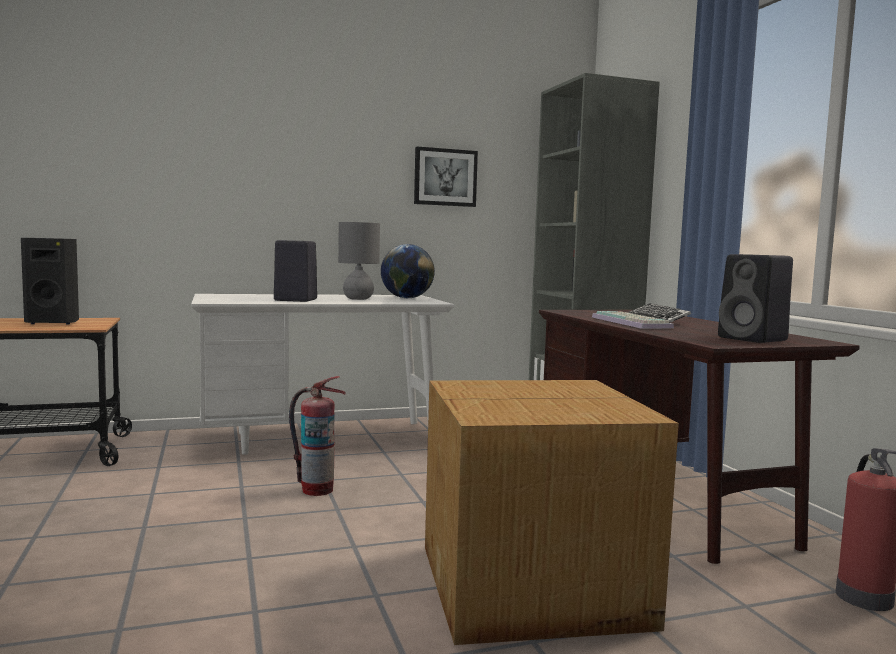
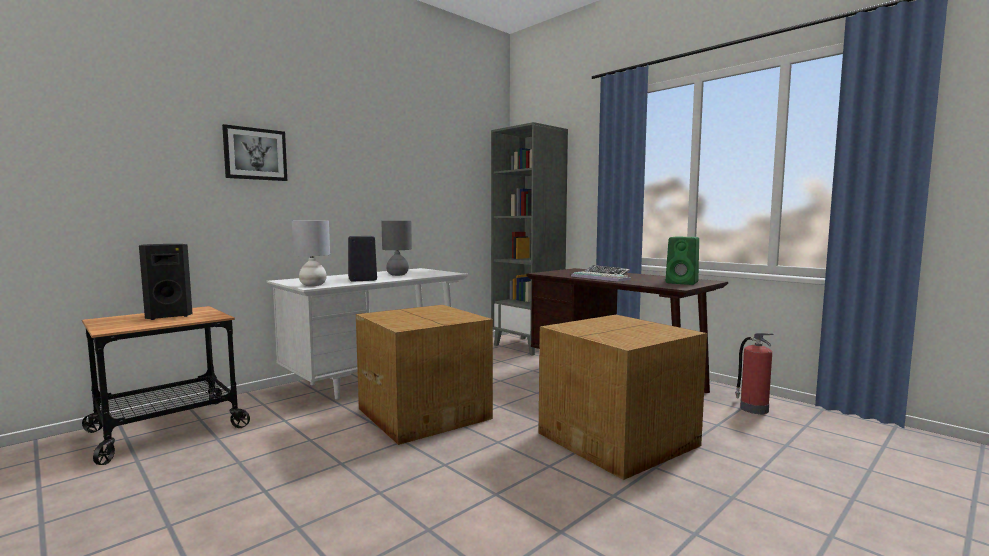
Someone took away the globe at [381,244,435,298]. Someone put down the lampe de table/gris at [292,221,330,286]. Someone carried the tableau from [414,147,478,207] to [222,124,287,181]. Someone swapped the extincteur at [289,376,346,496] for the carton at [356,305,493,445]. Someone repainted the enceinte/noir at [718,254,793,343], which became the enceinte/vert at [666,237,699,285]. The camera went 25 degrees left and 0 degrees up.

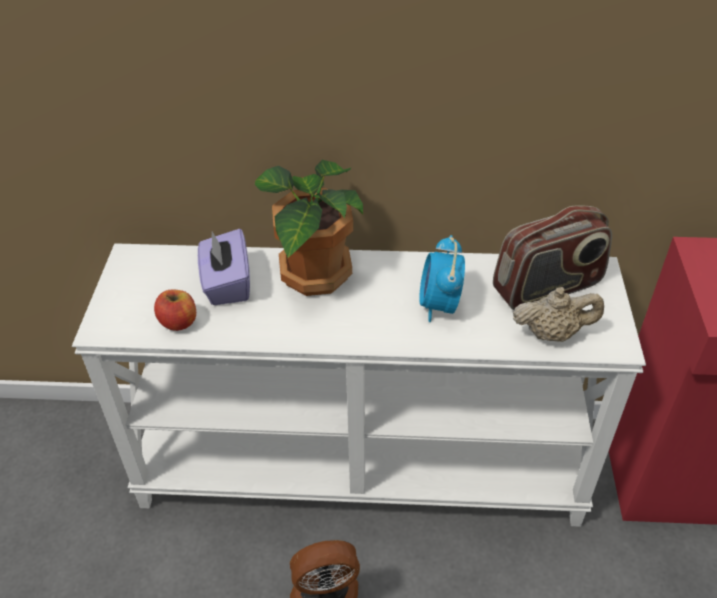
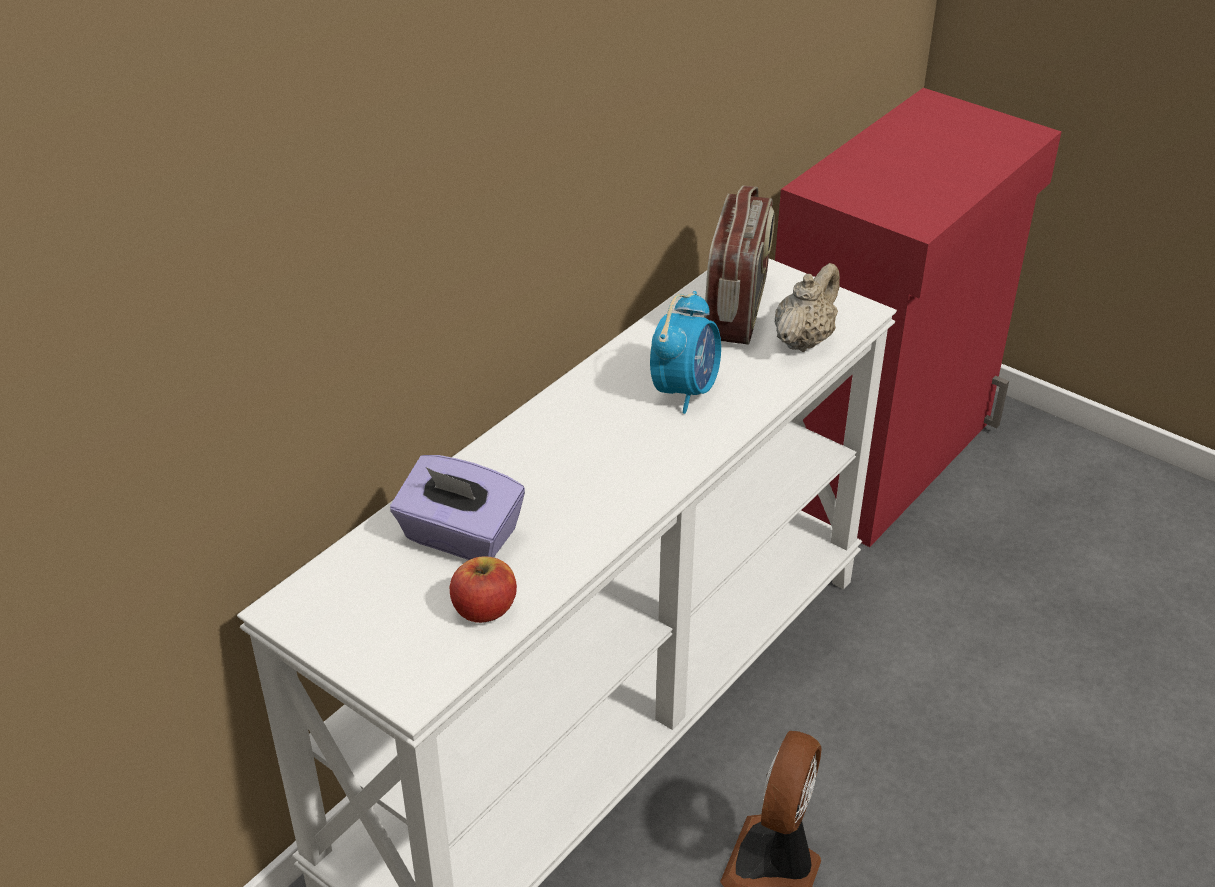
Someone took away the plante en pot at [255,160,363,296]. Someone rotated the réveil at [419,235,465,322] by 105 degrees counterclockwise. The camera went 55 degrees left and 5 degrees down.

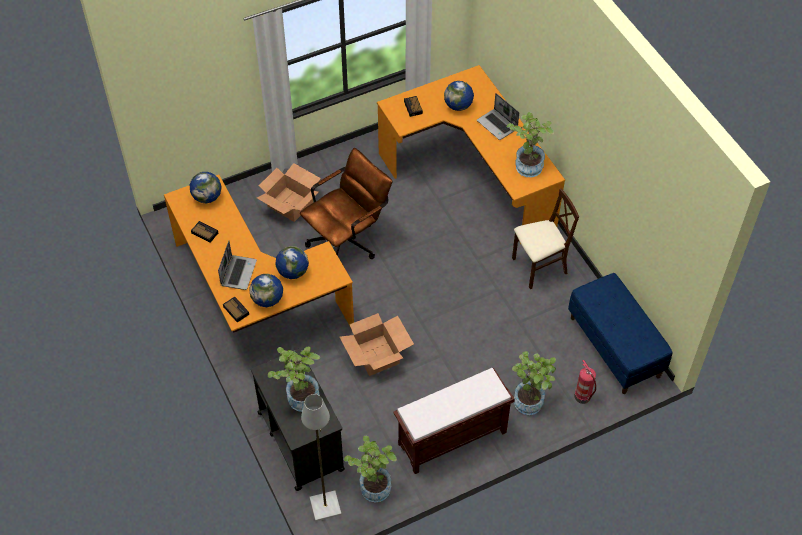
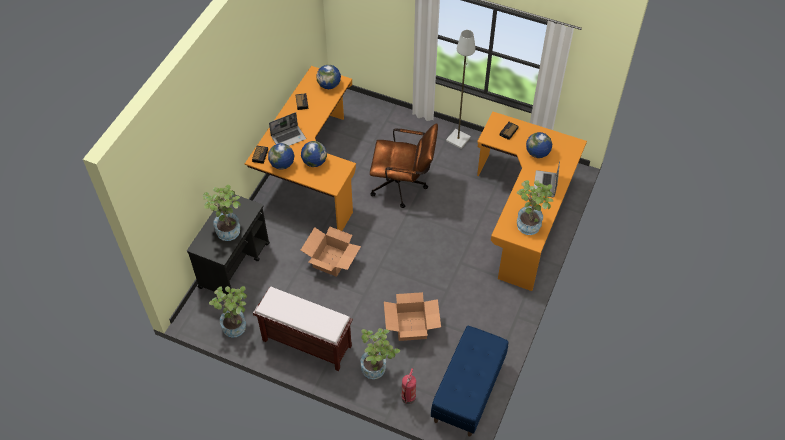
Someone took away the chaise/beige at [512,189,579,289]. Someone carried the carton from [257,163,321,222] to [384,292,441,341]. Someone carried the lampadaire/gris from [301,394,342,521] to [446,30,476,149]. The camera went 50 degrees right and 0 degrees up.

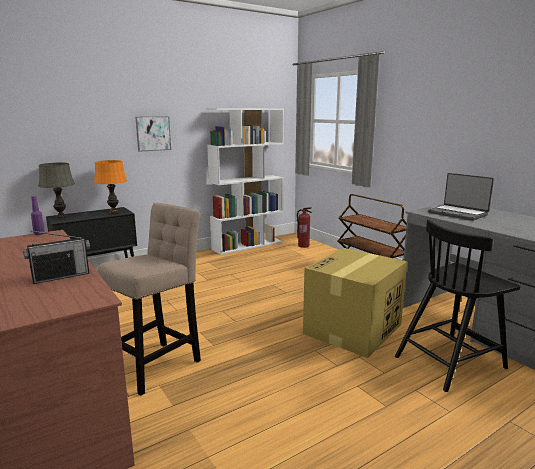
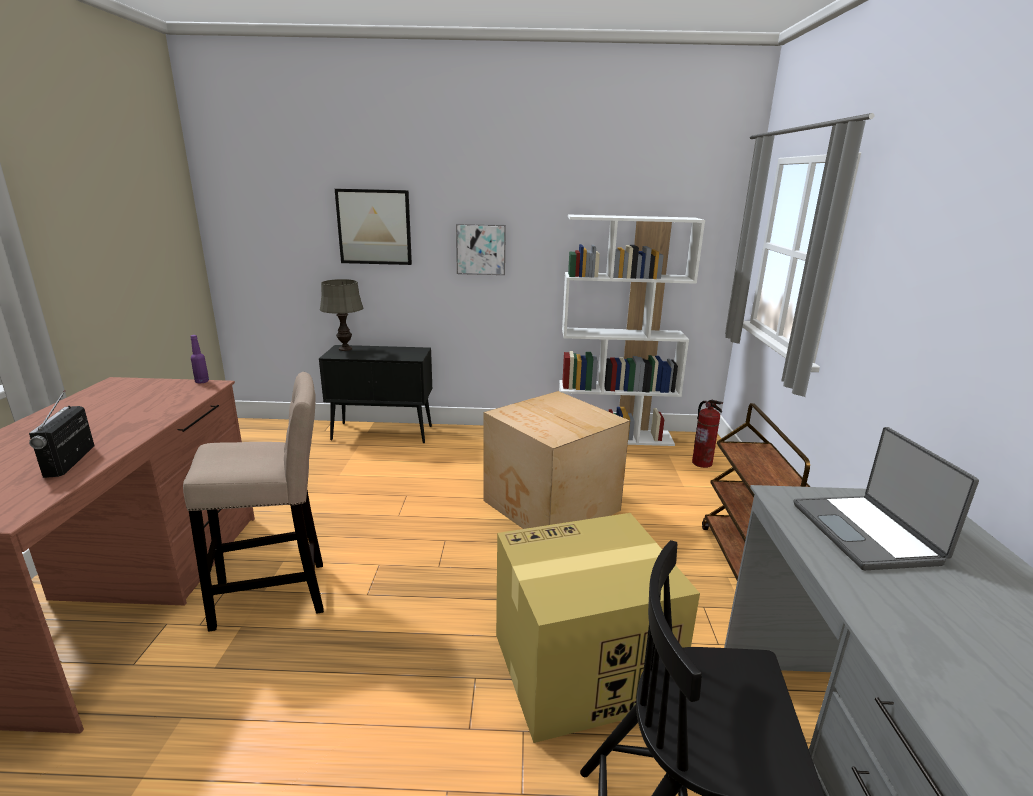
Someone took away the lampe de table/orange at [94,160,127,213]. Someone put up the tableau at [335,189,412,265]. Someone put down the carton at [484,391,630,529]. Someone rotated the radio at [23,231,90,284] by 75 degrees clockwise. The camera went 35 degrees right and 5 degrees up.

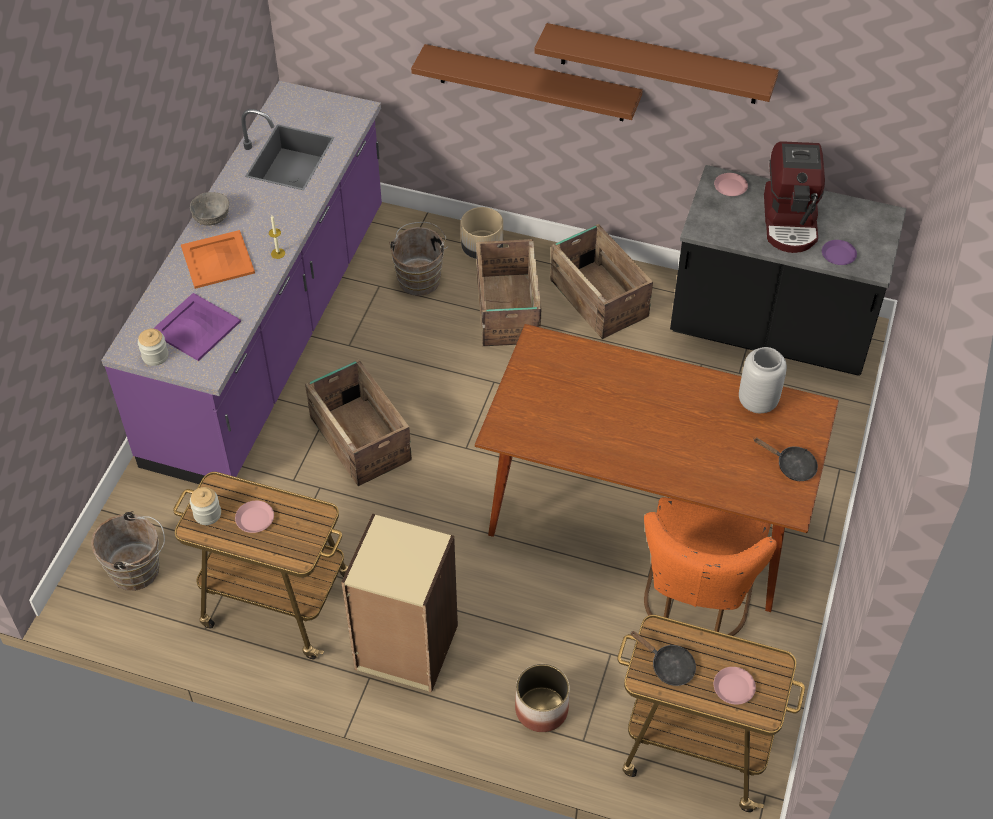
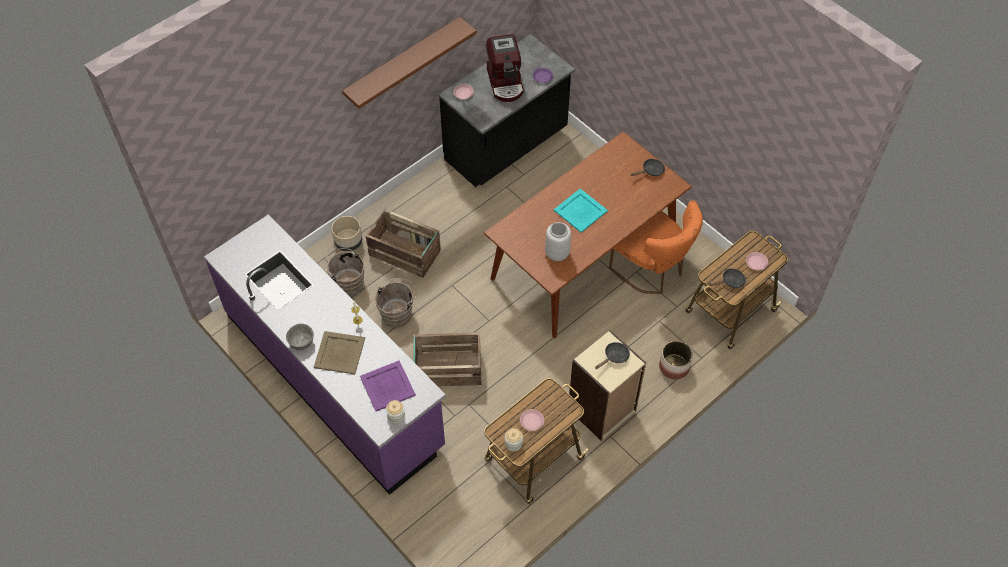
Someone took away the étagère/marron at [411,44,643,121]. Someone took away the caisse at [550,224,653,339]. Someone put down the plateau/turquoise at [554,189,608,233]. Someone put down the poêle/noir at [595,342,630,369]. Someone carried the seau/marron from [91,511,165,591] to [375,278,416,328]. Someone carried the vase/gris from [739,347,787,413] to [545,222,571,261]. Someone repainted the plateau/orange at [181,230,255,289], which became the plateau/beige at [314,331,365,374]. Someone rotated the machine à café at [764,141,825,253] by 45 degrees clockwise. The camera went 60 degrees left and 5 degrees up.

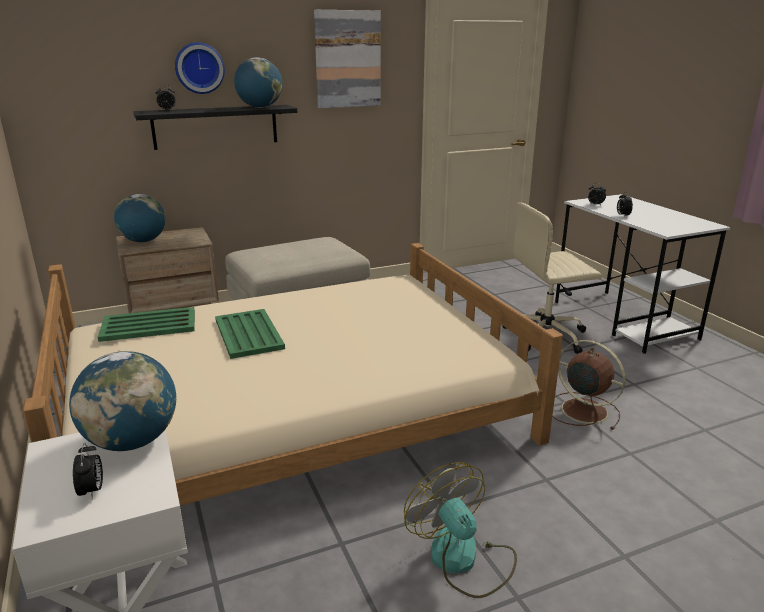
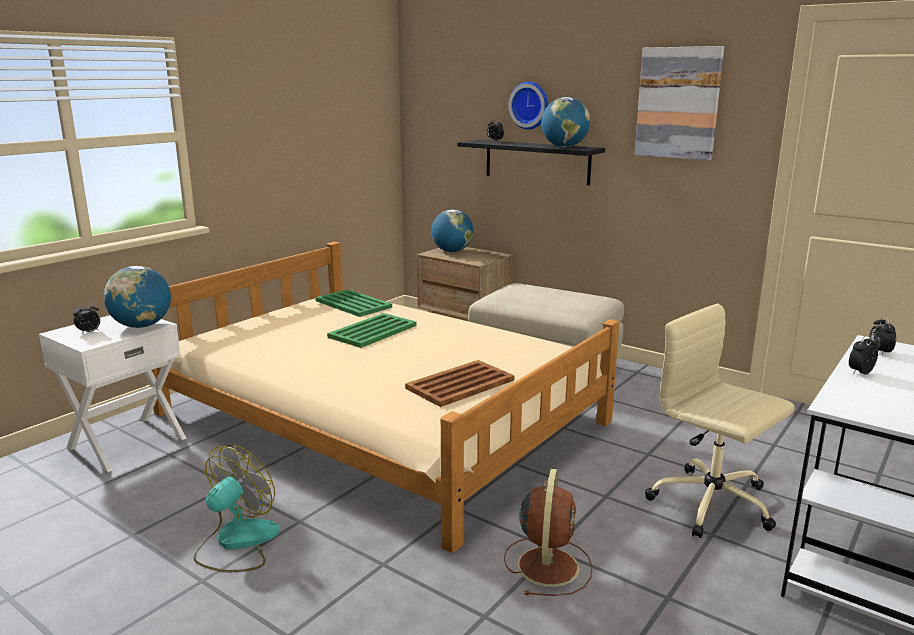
Someone put down the plateau/marron at [405,360,515,407]. The camera went 60 degrees right and 5 degrees down.

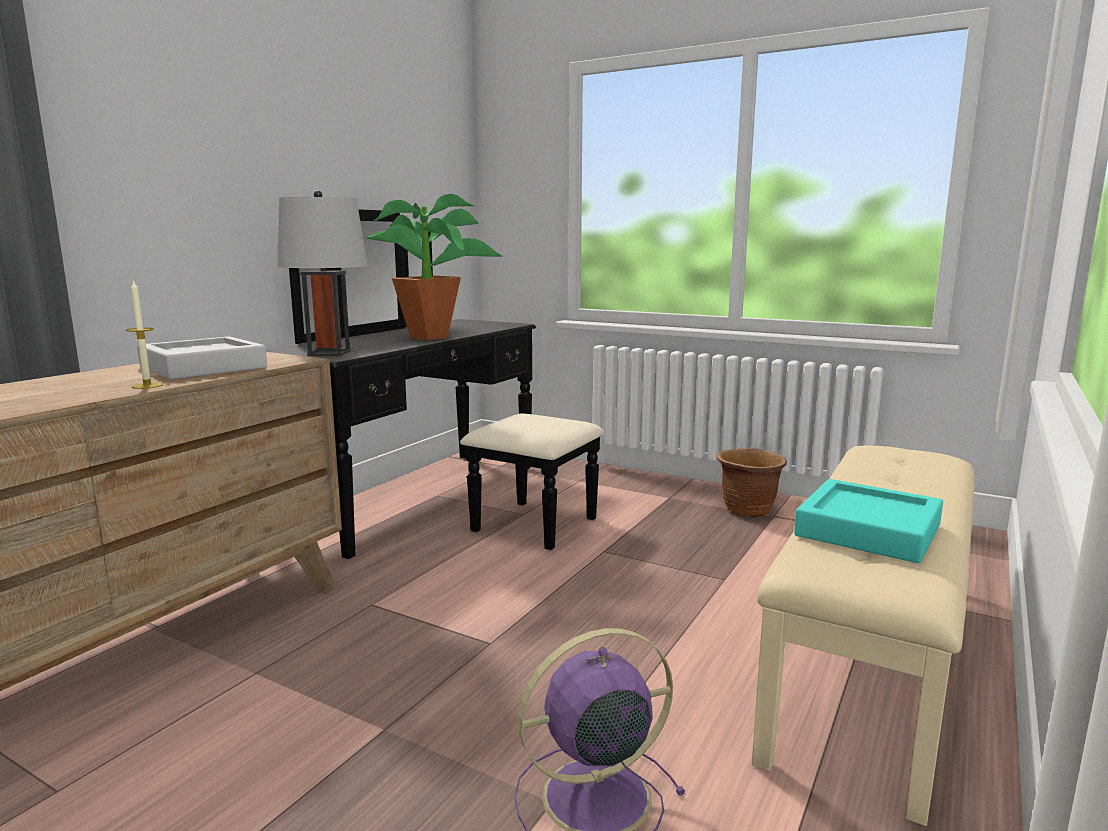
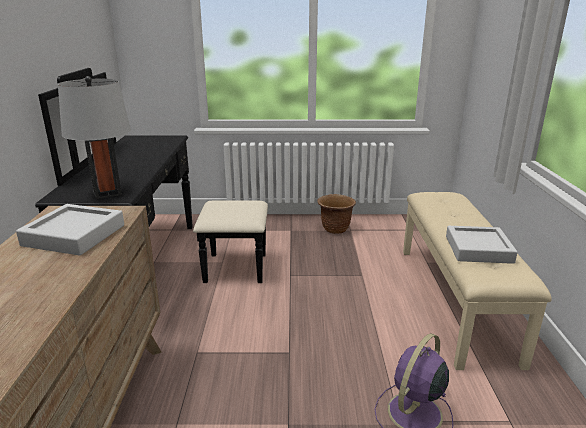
Someone took away the bougie at [126,280,163,389]. Someone took away the plante en pot at [367,194,503,340]. Someone repainted the plateau/turquoise at [794,479,943,563], which became the plateau/gris at [446,226,518,264]. The camera went 30 degrees left and 10 degrees up.

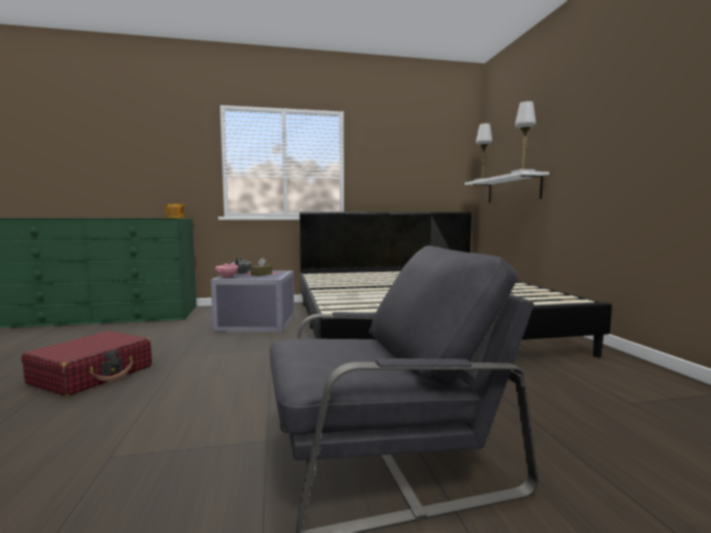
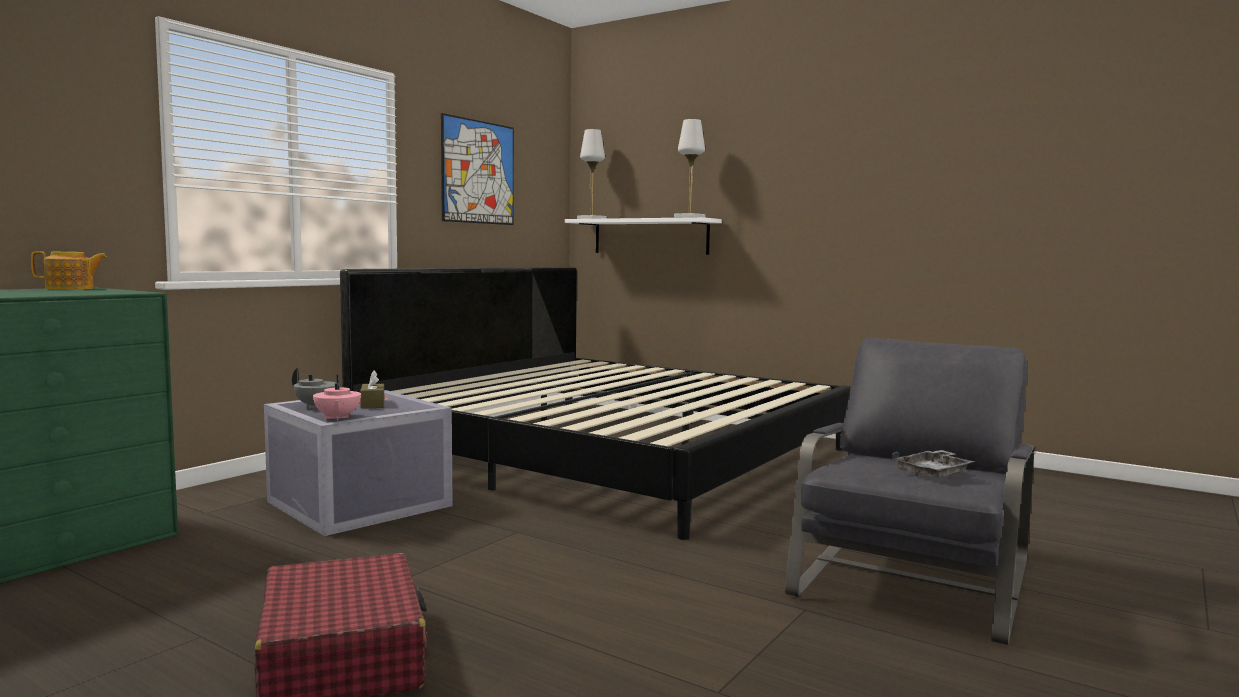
Someone put up the tableau at [441,113,514,225]. Someone put down the plateau/gris at [892,450,976,478]. The camera went 45 degrees left and 0 degrees up.

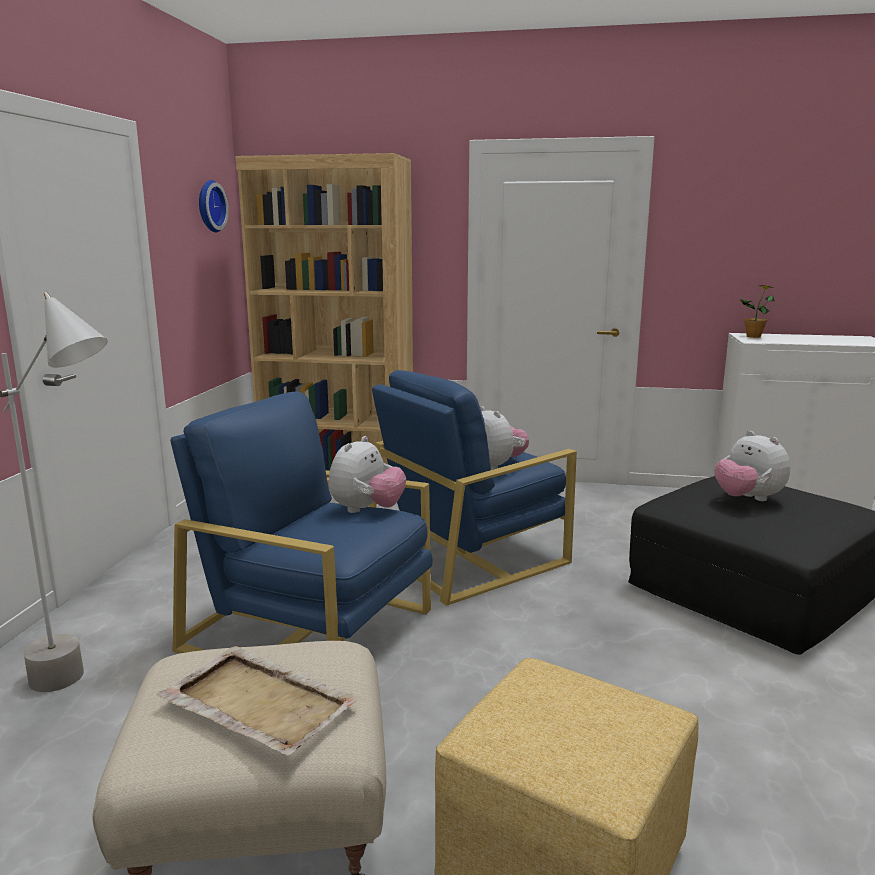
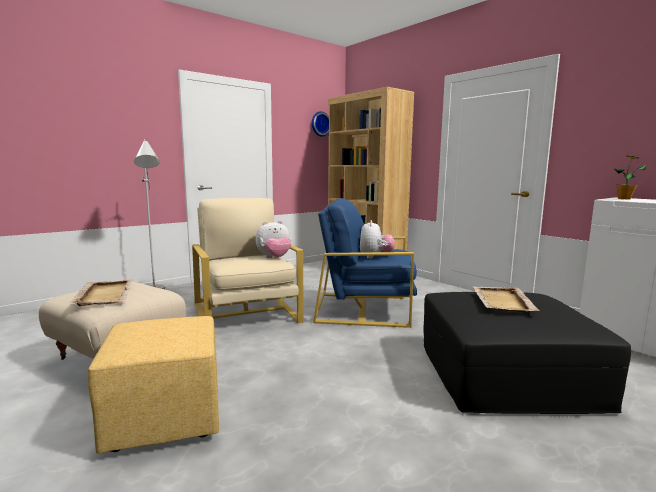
Someone swapped the peluche at [714,431,790,501] for the plateau/beige at [474,287,540,312]. Someone repainted the fauteuil/bleu at [170,392,433,654], which became the fauteuil/beige at [192,198,304,323]. The camera went 40 degrees right and 5 degrees down.

